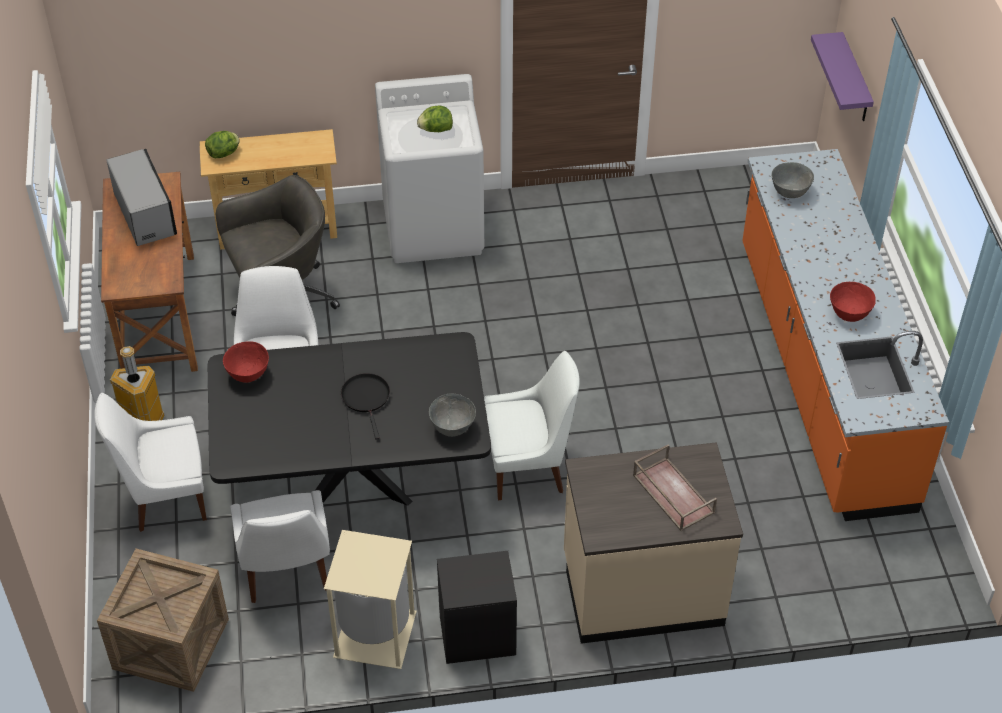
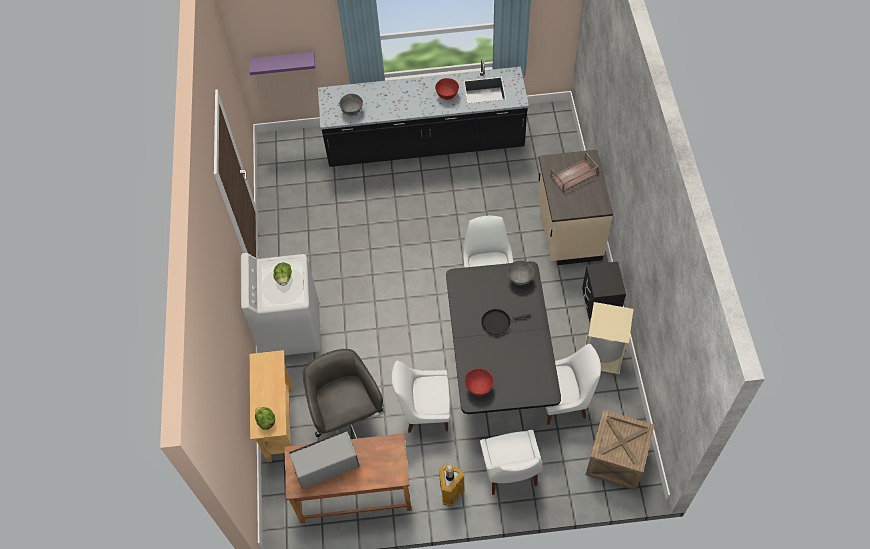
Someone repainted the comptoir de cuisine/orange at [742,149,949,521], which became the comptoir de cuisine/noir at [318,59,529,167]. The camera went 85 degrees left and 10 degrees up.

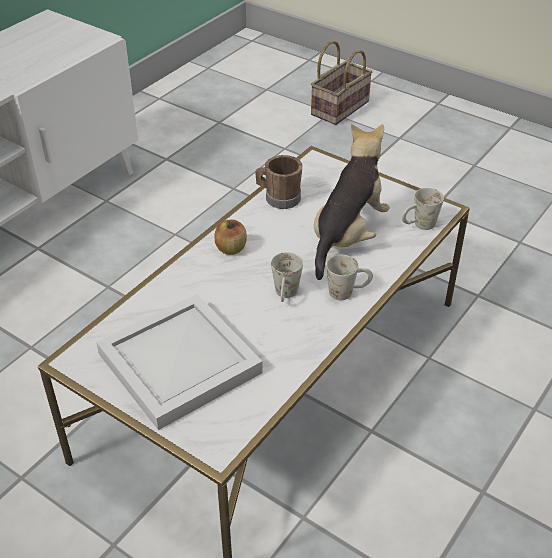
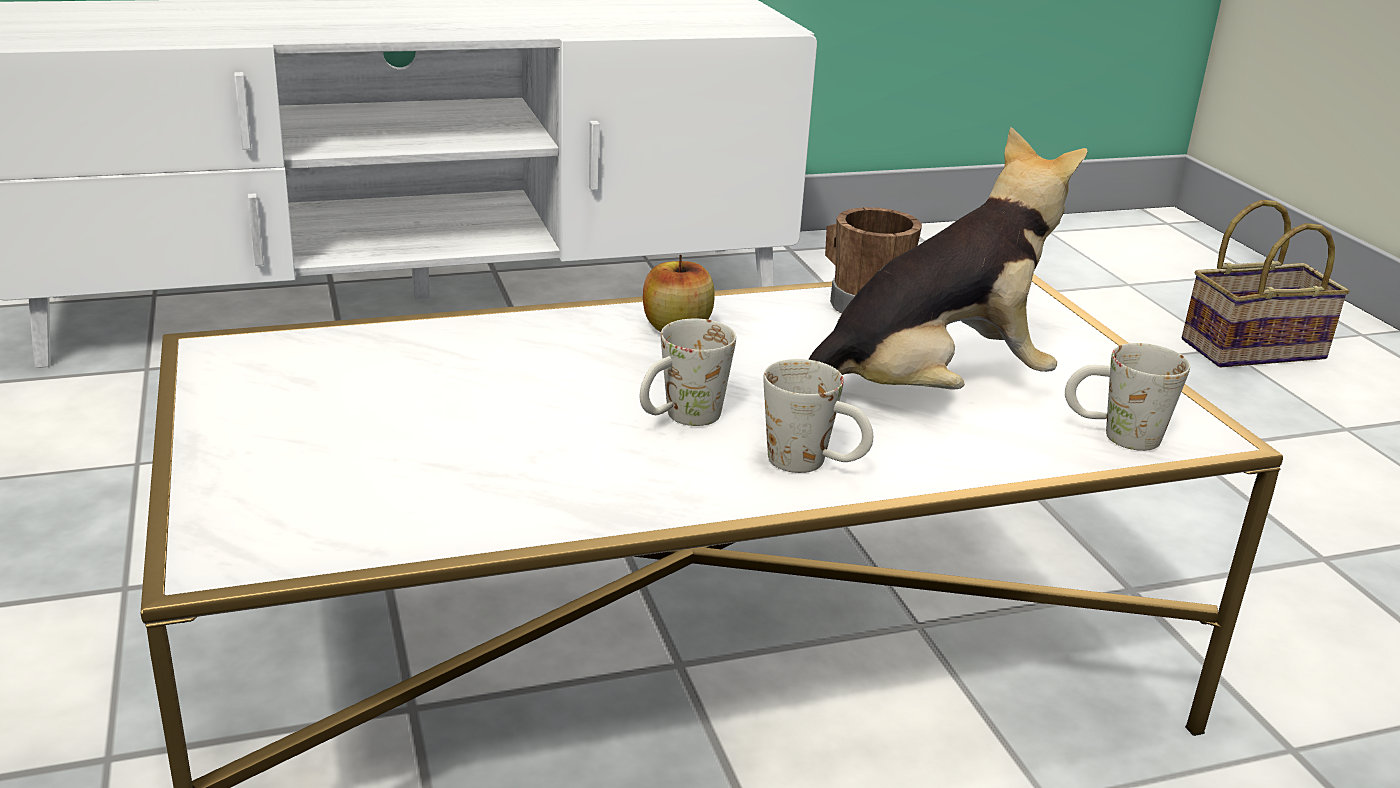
Someone took away the plateau/blanc at [96,294,263,430]. The camera went 35 degrees right and 15 degrees down.

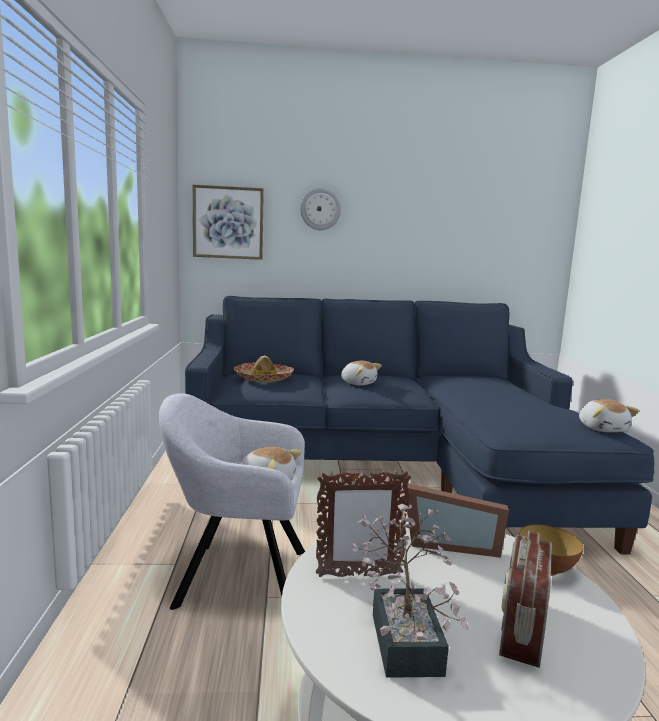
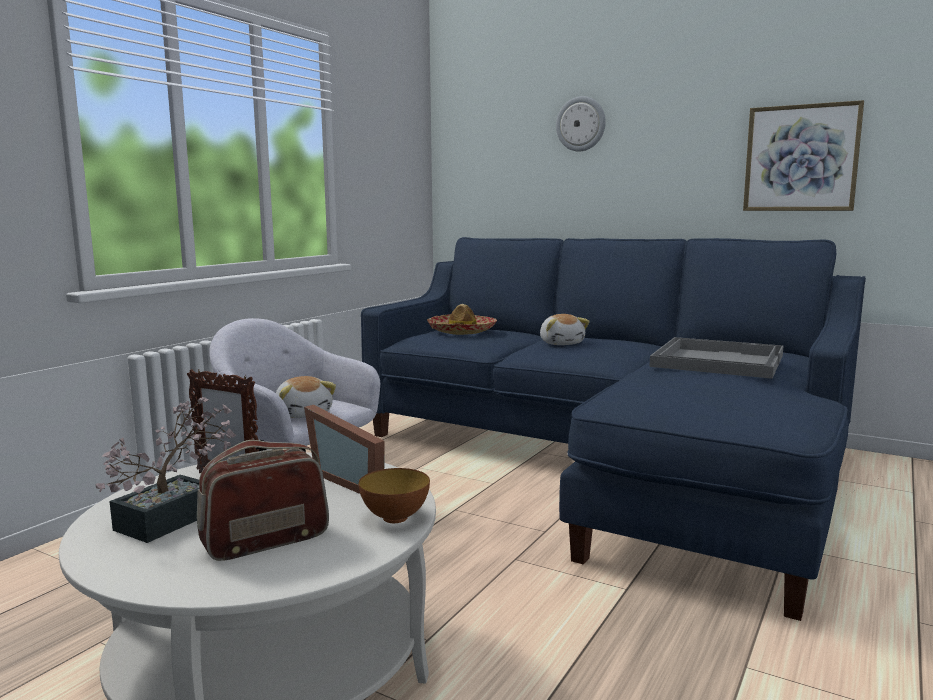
Someone took away the peluche at [579,399,639,432]. Someone put down the plateau/gris at [649,337,783,379]. Someone carried the tableau from [192,185,264,260] to [743,100,864,211]. The camera went 35 degrees right and 0 degrees up.

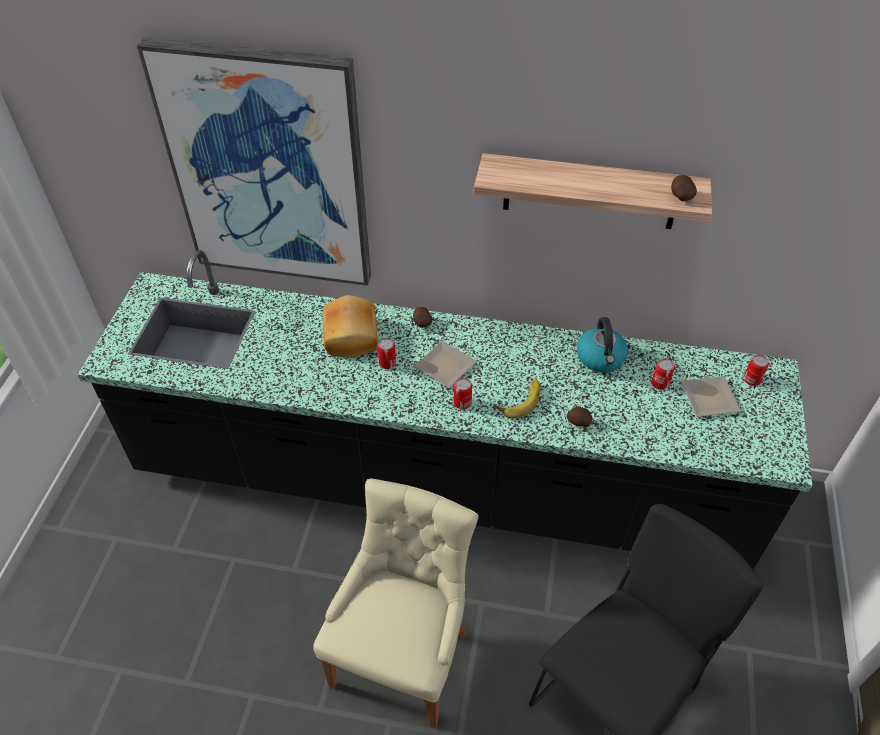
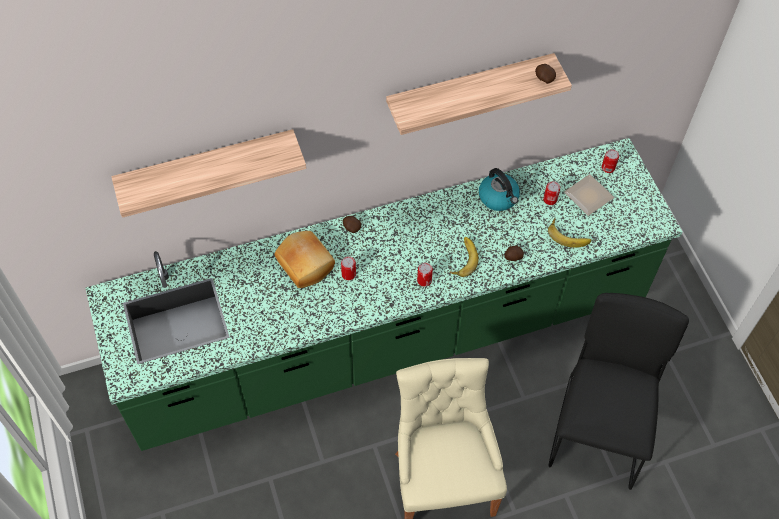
Someone took away the assiette at [414,341,477,388]. Someone put down the banane at [548,218,591,247]. Someone swapped the tableau at [137,37,371,286] for the étagère at [111,129,306,218]. Someone repainted the comptoir de cuisine/noir at [77,250,812,570], which became the comptoir de cuisine/vert at [86,138,683,451]. The camera went 30 degrees left and 10 degrees up.

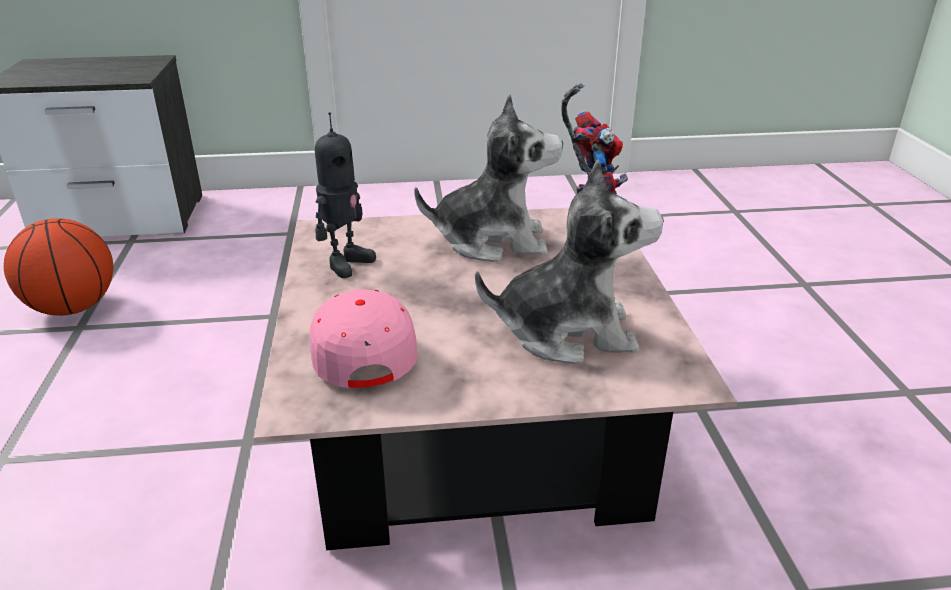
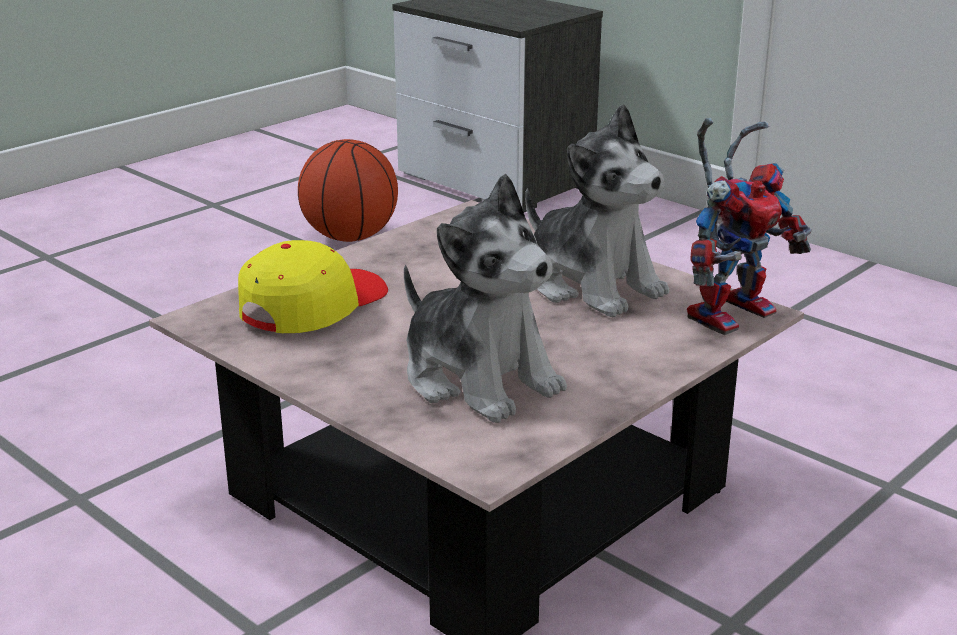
Someone took away the robot jouet at [315,112,376,278]. Someone repainted the casquette/rose at [310,289,418,388], which became the casquette/jaune at [238,240,388,333]. The camera went 50 degrees right and 5 degrees down.

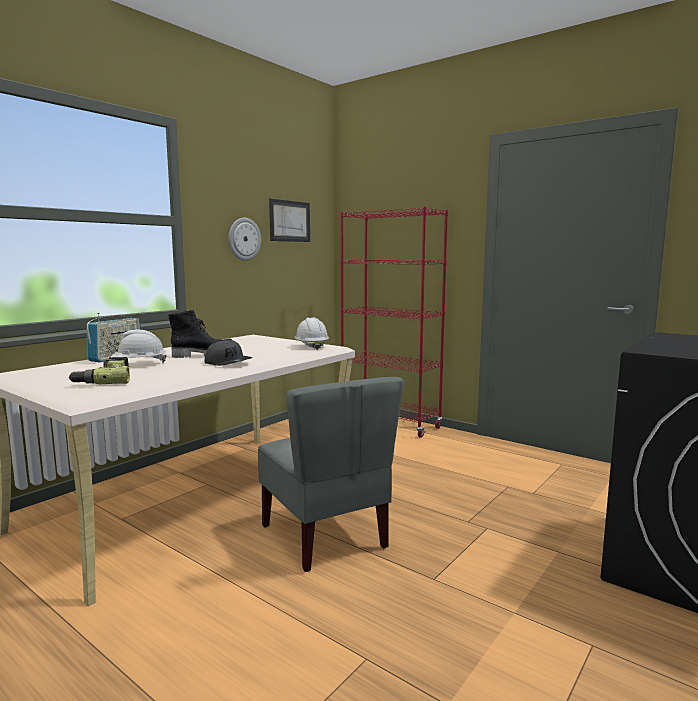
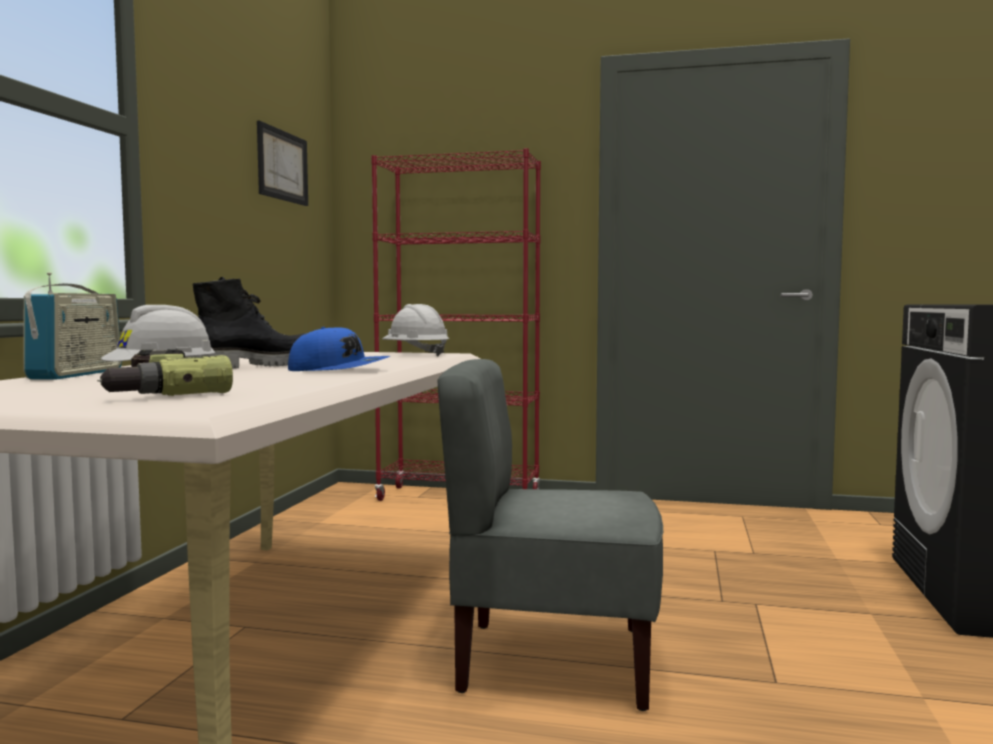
Someone took away the horloge murale at [229,218,261,261]. Someone repainted the casquette/gris at [205,340,252,366], which became the casquette/bleu at [288,327,391,371]. Someone rotated the chaise/gris at [258,377,404,572] by 150 degrees clockwise. The camera went 25 degrees left and 5 degrees down.

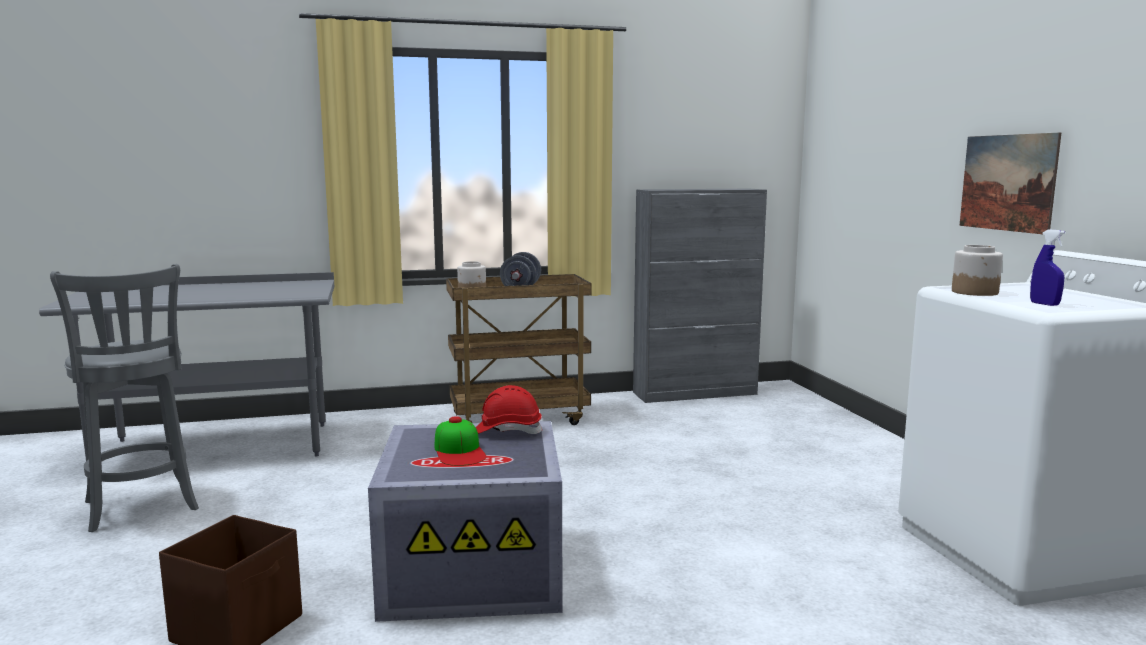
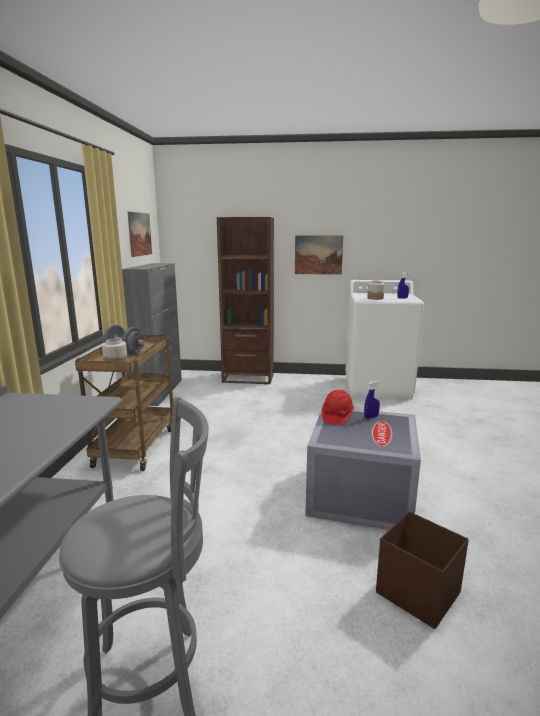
Someone took away the casquette at [434,416,486,466]. Someone put up the tableau at [127,212,152,257]. Someone put down the bibliothèque/marron at [217,217,274,384]. Someone put down the vaporisateur/bleu at [364,381,380,419]. The camera went 70 degrees left and 5 degrees up.

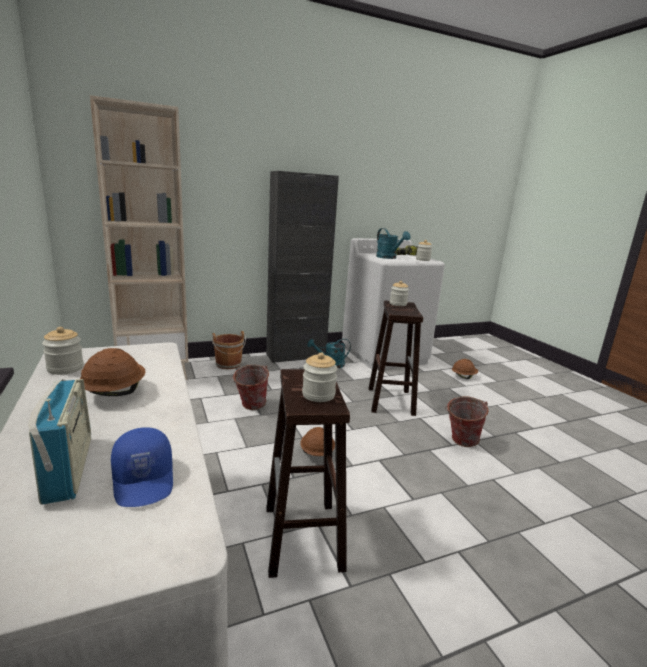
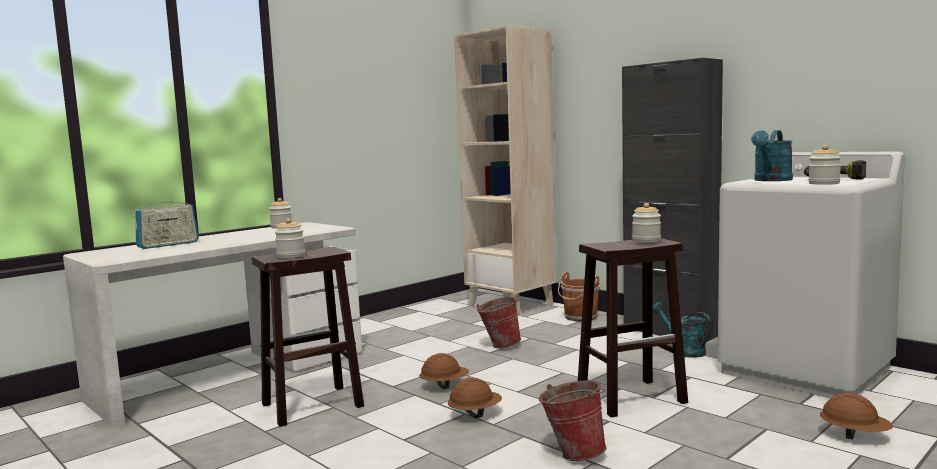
Someone took away the casquette/bleu at [111,427,173,507]. Someone carried the casque de chantier/marron from [80,348,146,396] to [448,378,502,418]. The camera went 70 degrees right and 10 degrees down.

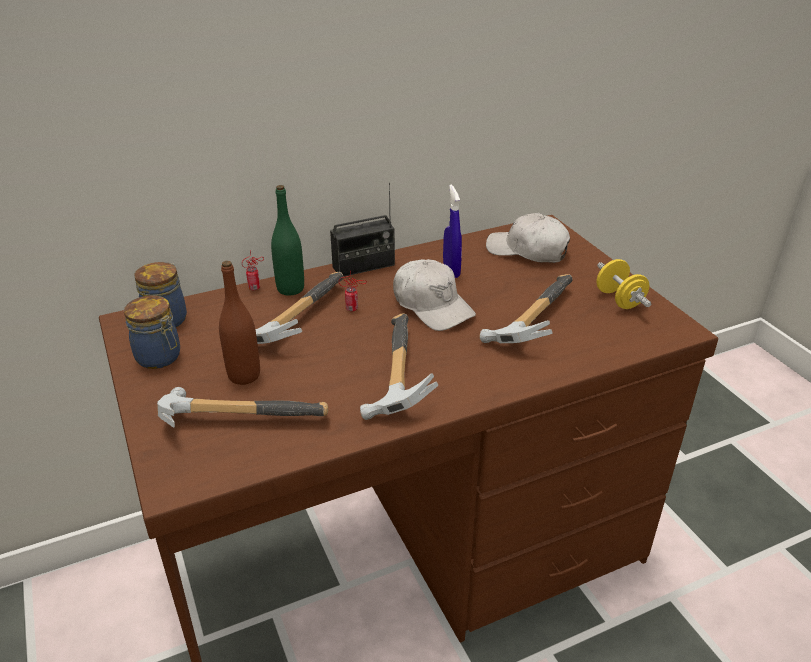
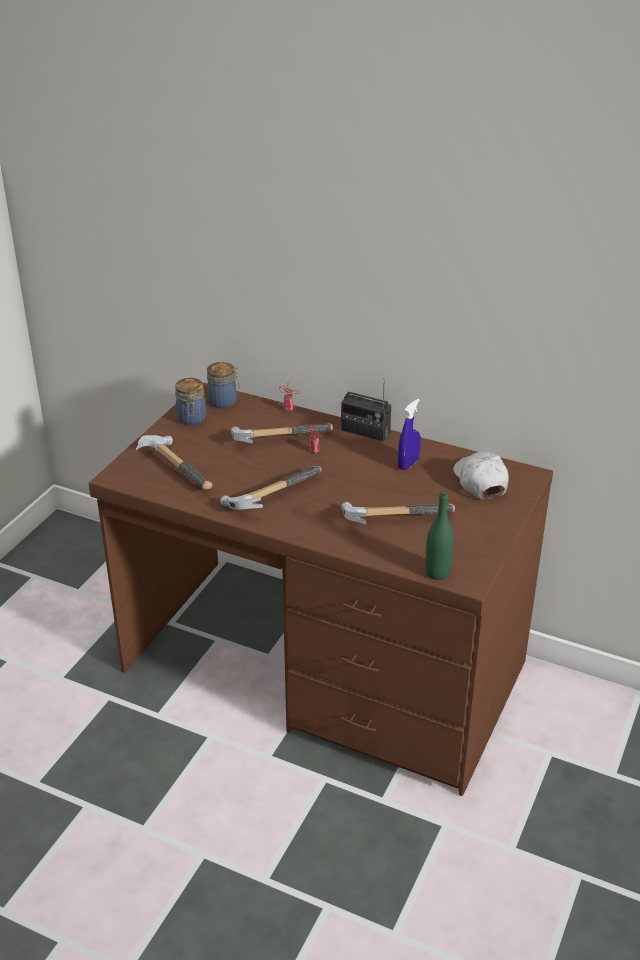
Someone took away the bouteille/marron at [219,261,260,385]. Someone took away the casquette/blanc at [393,259,476,331]. Someone took away the haltère/jaune at [596,259,651,309]. Someone carried the bouteille/vert from [271,185,304,295] to [425,490,454,580]. The camera went 50 degrees right and 0 degrees up.

